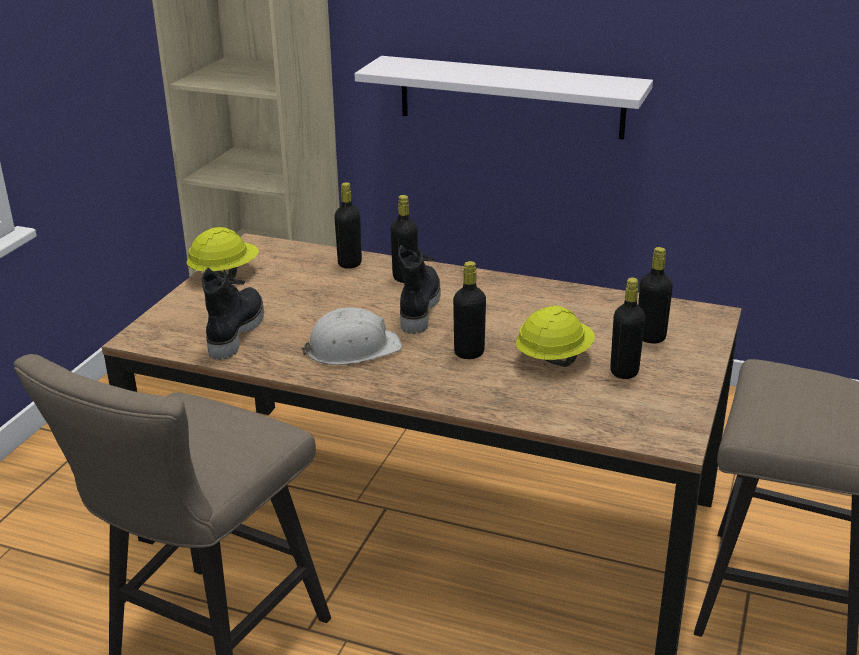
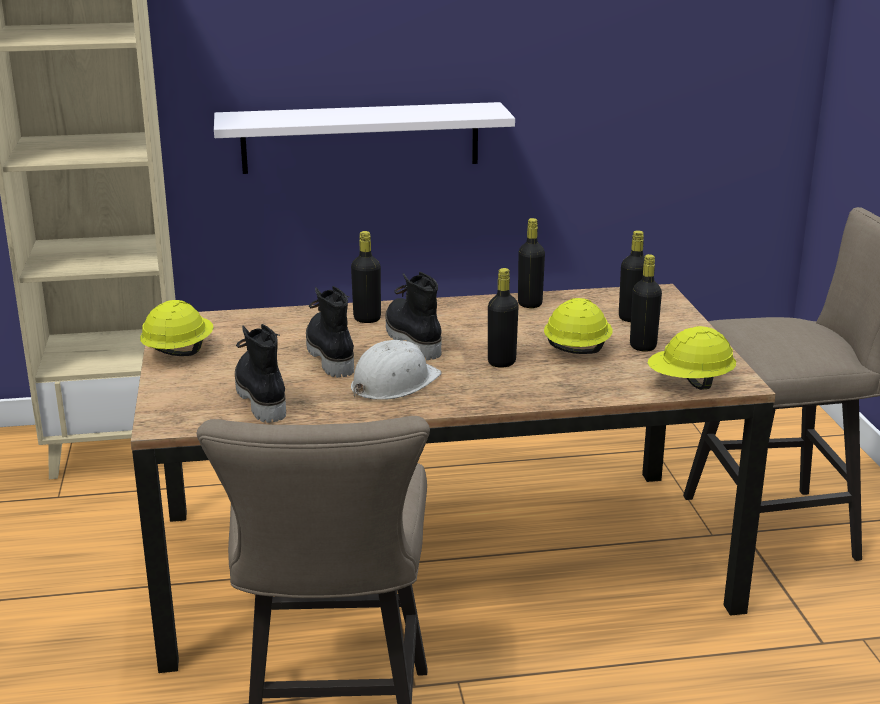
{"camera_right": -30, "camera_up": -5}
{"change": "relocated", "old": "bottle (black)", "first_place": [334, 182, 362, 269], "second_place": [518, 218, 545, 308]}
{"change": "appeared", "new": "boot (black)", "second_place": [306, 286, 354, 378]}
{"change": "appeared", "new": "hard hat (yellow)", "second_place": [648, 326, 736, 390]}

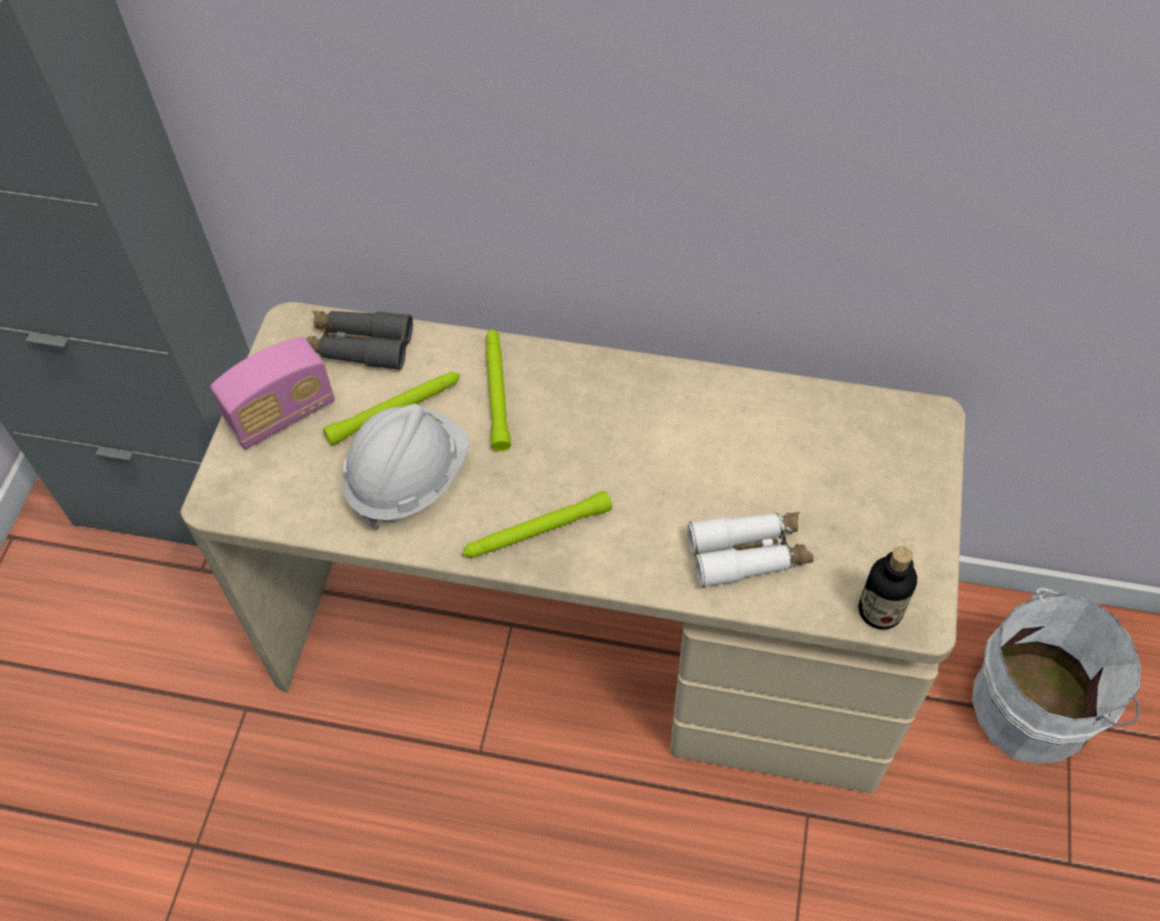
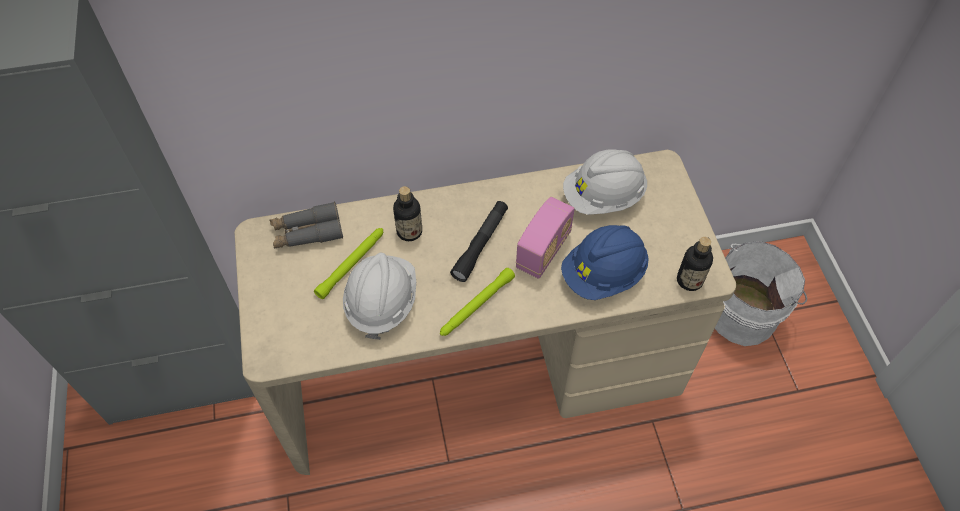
{"camera_right": -25, "camera_up": 0}
{"change": "relocated", "old": "radio", "first_place": [210, 337, 335, 449], "second_place": [516, 197, 575, 279]}
{"change": "exchanged", "old": "flashlight (green)", "new": "bottle", "first_place": [486, 329, 511, 452], "second_place": [393, 186, 422, 241]}
{"change": "exchanged", "old": "binoculars (white)", "new": "hard hat (blue)", "first_place": [687, 512, 814, 588], "second_place": [561, 225, 649, 300]}
{"change": "appeared", "new": "flashlight (black)", "second_place": [450, 201, 508, 282]}
{"change": "appeared", "new": "hard hat (white)", "second_place": [563, 149, 647, 215]}

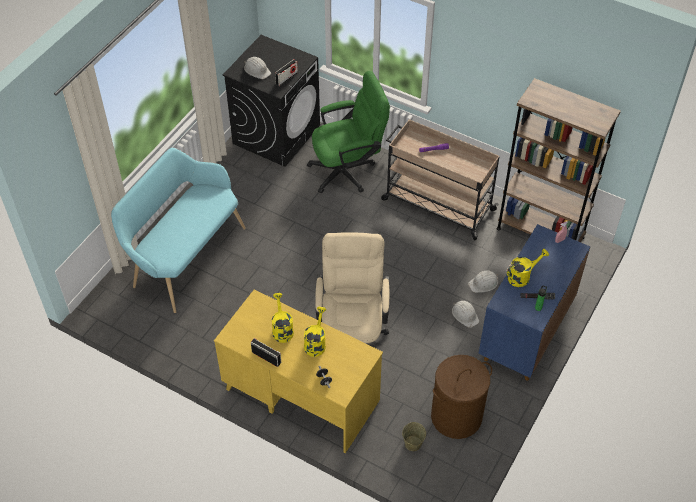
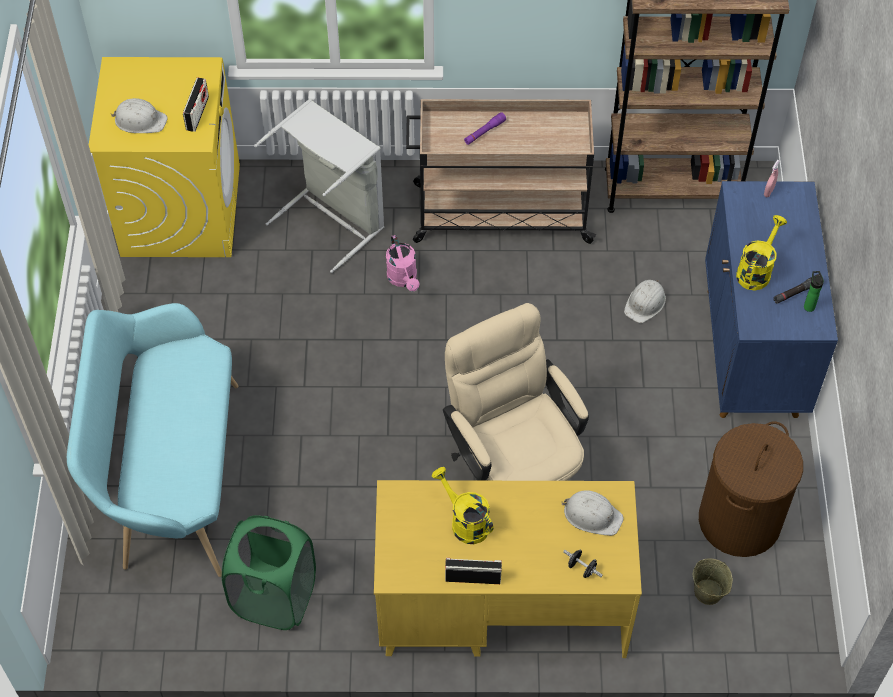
{"camera_right": -30, "camera_up": 5}
{"change": "colour", "old": "washing machine (black)", "new": "washing machine (yellow)", "first_place": [223, 35, 320, 167], "second_place": [89, 57, 240, 257]}
{"change": "missing", "old": "watering can (yellow)", "first_place": [304, 307, 326, 357]}
{"change": "exchanged", "old": "office chair (green)", "new": "laundry basket (grey)", "first_place": [307, 71, 390, 193], "second_place": [254, 99, 384, 273]}
{"change": "relocated", "old": "hard hat (white)", "first_place": [452, 301, 479, 328], "second_place": [562, 490, 624, 536]}
{"change": "appeared", "new": "laundry basket (green)", "second_place": [222, 515, 316, 630]}
{"change": "appeared", "new": "watering can (pink)", "second_place": [386, 235, 419, 291]}

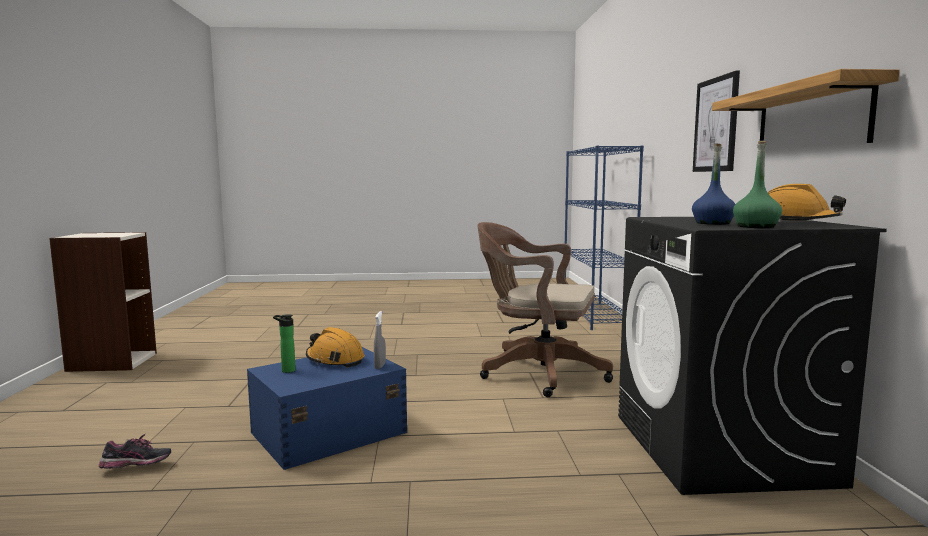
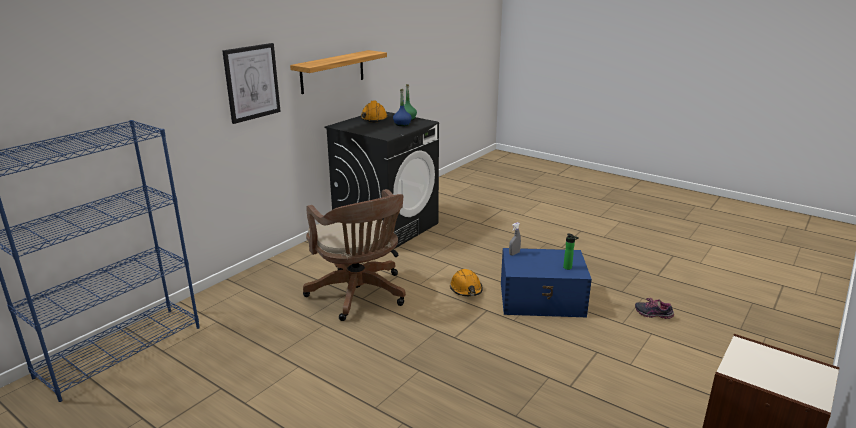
{"camera_right": -140, "camera_up": 15}
{"change": "relocated", "old": "hard hat (orange)", "first_place": [306, 327, 364, 368], "second_place": [450, 269, 483, 296]}

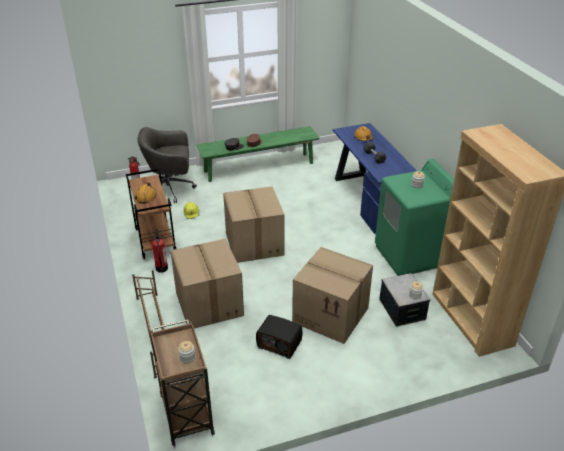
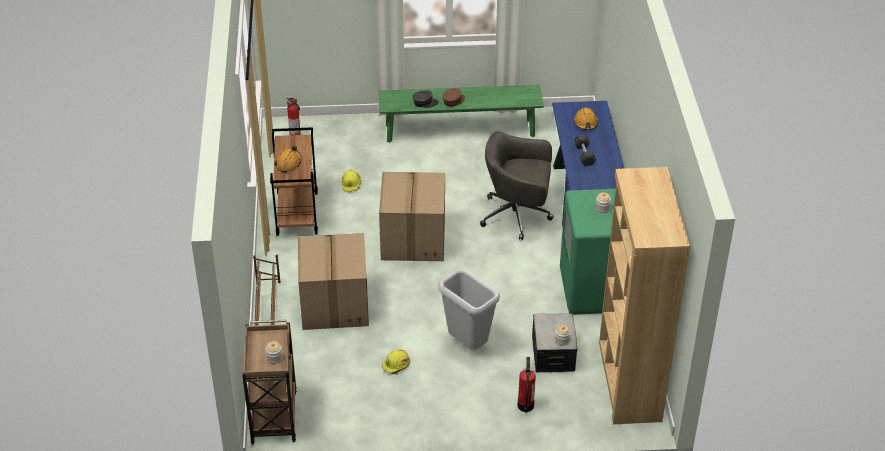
{"camera_right": 15, "camera_up": 5}
{"change": "relocated", "old": "office chair (grey)", "first_place": [137, 127, 197, 203], "second_place": [480, 131, 554, 240]}
{"change": "relocated", "old": "fire extinguisher", "first_place": [152, 229, 168, 273], "second_place": [518, 357, 536, 413]}
{"change": "exchanged", "old": "radio", "new": "hard hat (yellow)", "first_place": [256, 315, 303, 359], "second_place": [382, 349, 410, 375]}
{"change": "exchanged", "old": "cardboard box", "new": "trash can (grey)", "first_place": [292, 247, 373, 344], "second_place": [438, 268, 500, 350]}

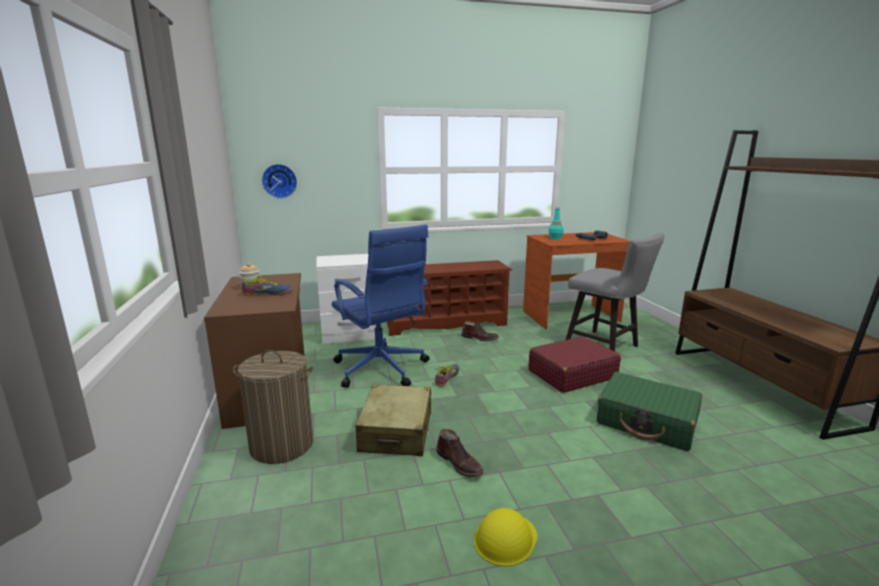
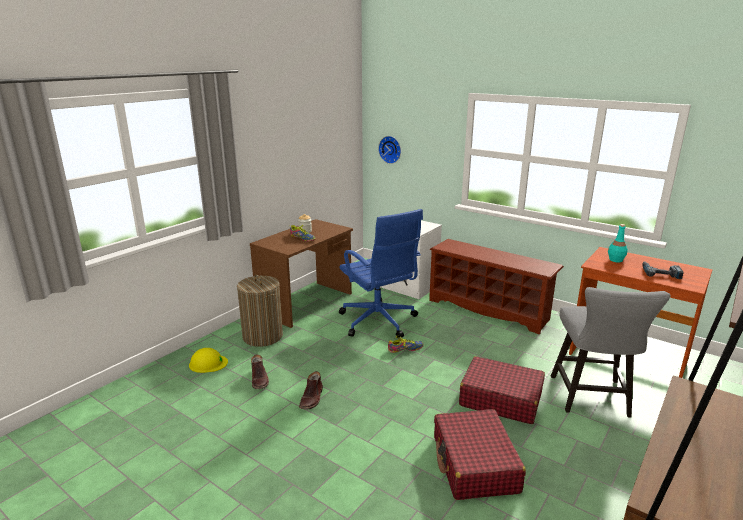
{"camera_right": 50, "camera_up": 5}
{"change": "spun", "old": "office chair (blue)", "first_place": [332, 225, 430, 388], "second_place": [339, 209, 423, 338], "degrees": -45}
{"change": "missing", "old": "suitcase (beige)", "first_place": [356, 384, 431, 456]}
{"change": "relocated", "old": "boot (brown)", "first_place": [461, 321, 499, 341], "second_place": [251, 355, 269, 389]}
{"change": "relocated", "old": "hard hat (yellow)", "first_place": [474, 508, 537, 566], "second_place": [189, 348, 228, 373]}
{"change": "colour", "old": "suitcase (green)", "new": "suitcase (red)", "first_place": [597, 372, 702, 451], "second_place": [434, 409, 526, 500]}

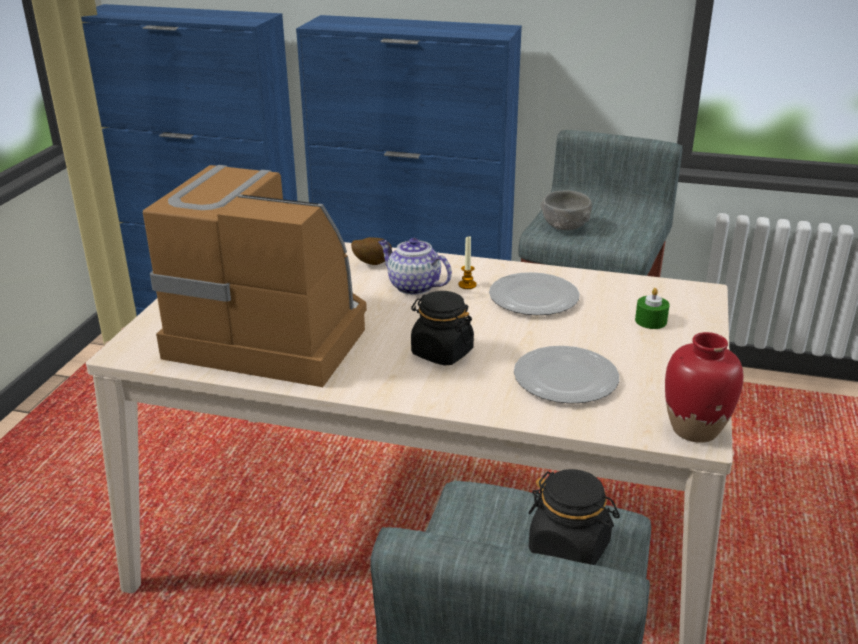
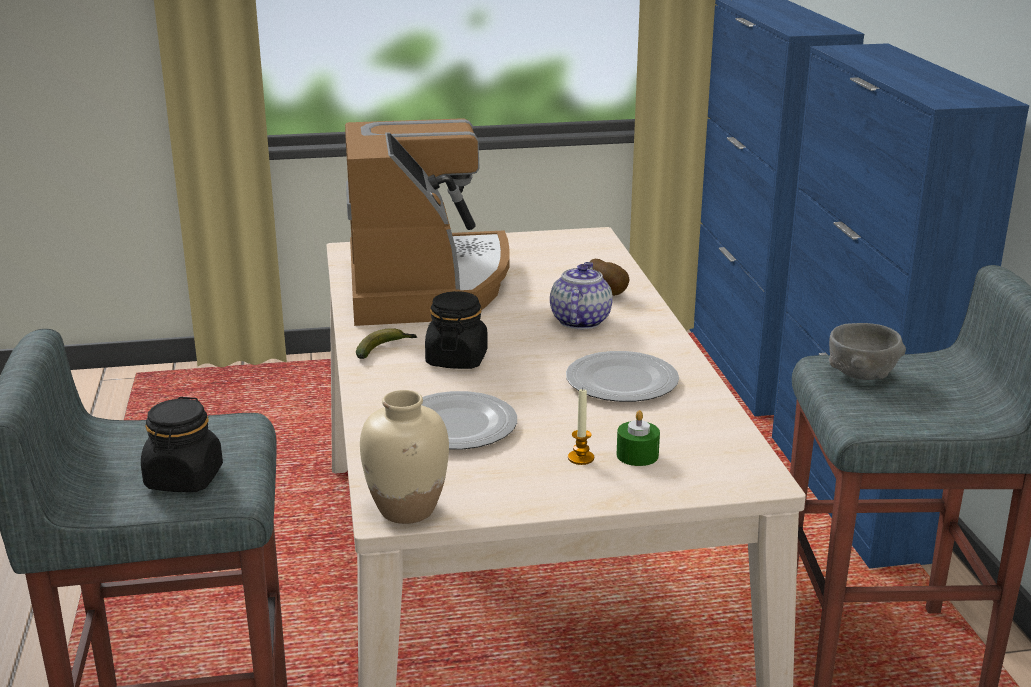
{"camera_right": 65, "camera_up": -5}
{"change": "relocated", "old": "candle", "first_place": [458, 236, 477, 289], "second_place": [568, 389, 594, 465]}
{"change": "colour", "old": "vase (red)", "new": "vase (beige)", "first_place": [665, 332, 743, 443], "second_place": [360, 390, 449, 524]}
{"change": "appeared", "new": "banana", "second_place": [356, 328, 417, 359]}

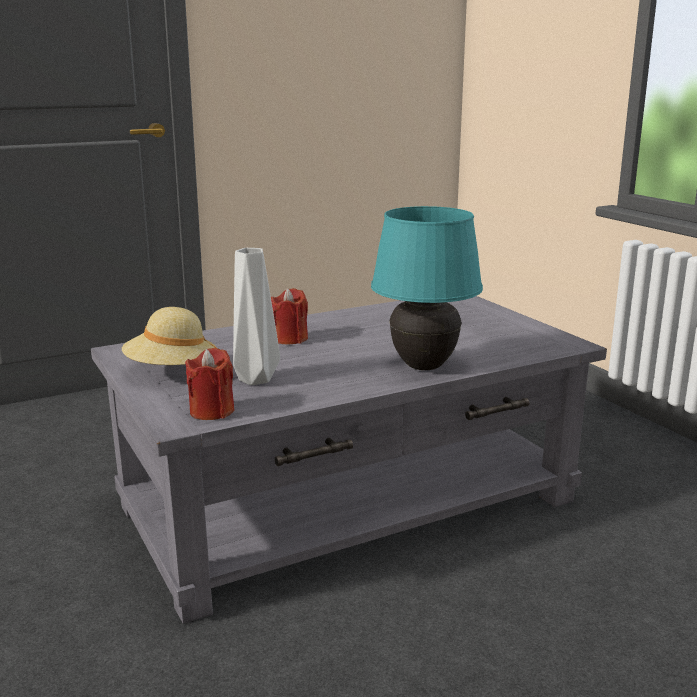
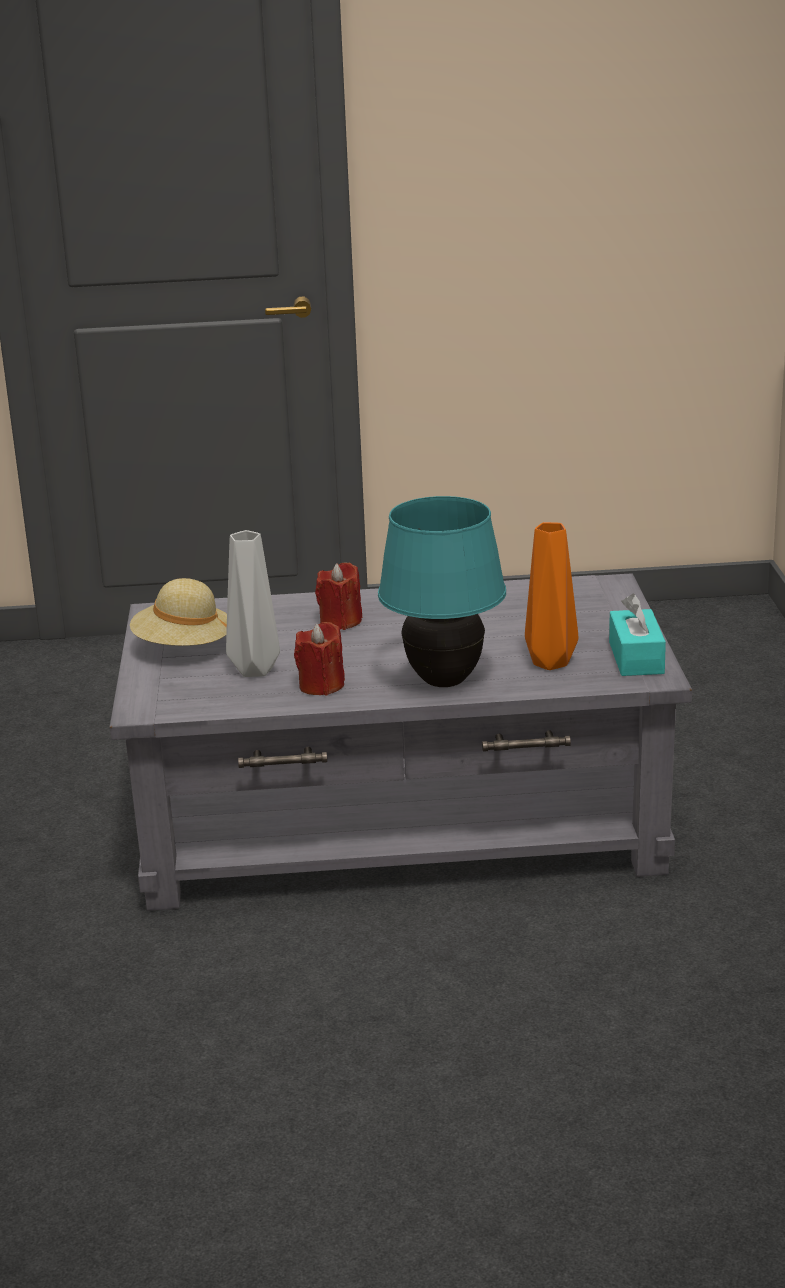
{"camera_right": 25, "camera_up": 5}
{"change": "relocated", "old": "candle (red)", "first_place": [185, 348, 235, 420], "second_place": [294, 622, 345, 695]}
{"change": "appeared", "new": "vase (orange)", "second_place": [525, 522, 578, 670]}
{"change": "appeared", "new": "tissue box (turquoise)", "second_place": [609, 594, 666, 676]}

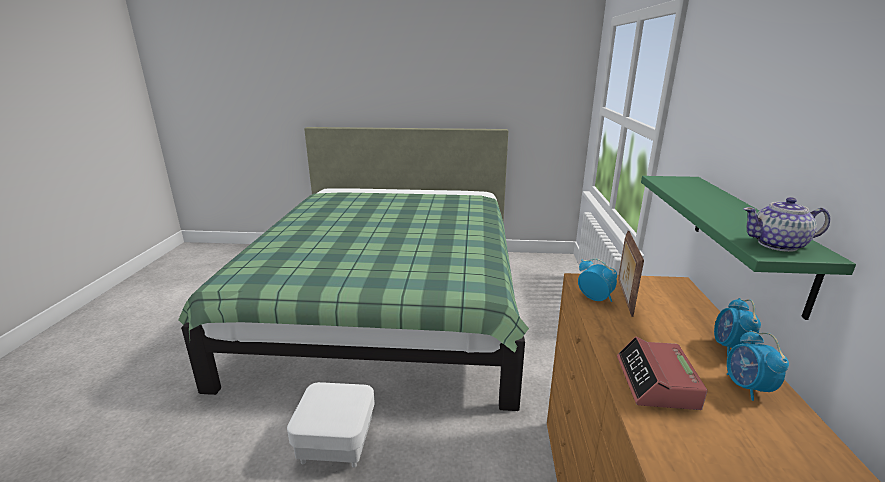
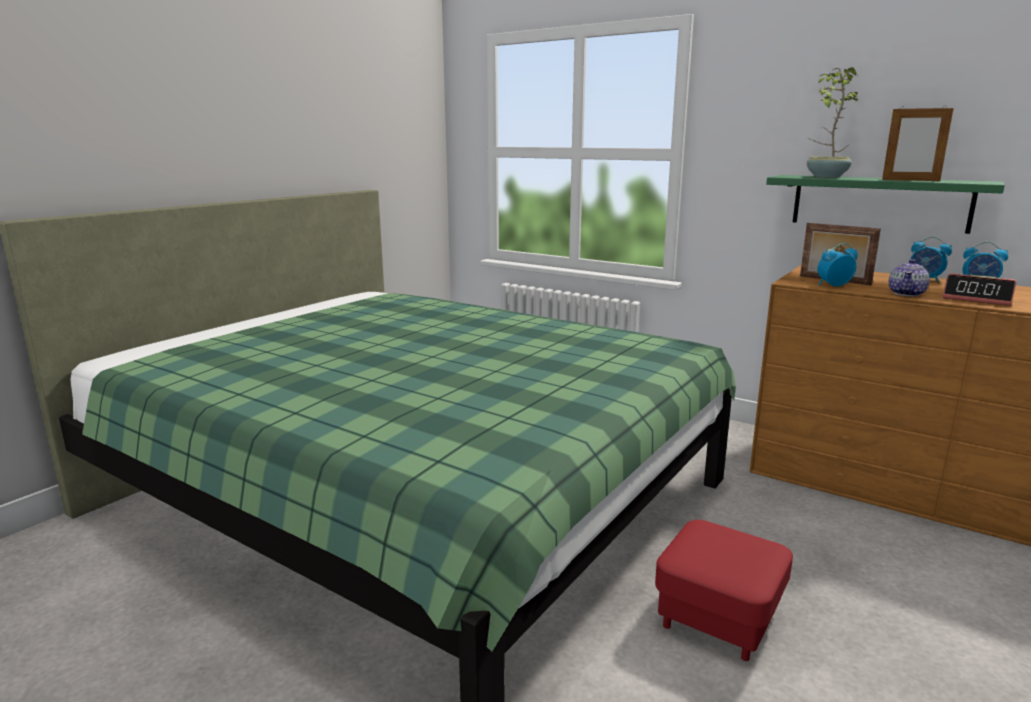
{"camera_right": -60, "camera_up": -5}
{"change": "colour", "old": "ottoman (white)", "new": "ottoman (red)", "first_place": [287, 382, 375, 468], "second_place": [655, 520, 793, 661]}
{"change": "relocated", "old": "teapot", "first_place": [743, 197, 830, 252], "second_place": [889, 259, 930, 296]}
{"change": "appeared", "new": "potted plant", "second_place": [807, 67, 861, 178]}
{"change": "appeared", "new": "picture frame", "second_place": [882, 106, 954, 181]}

